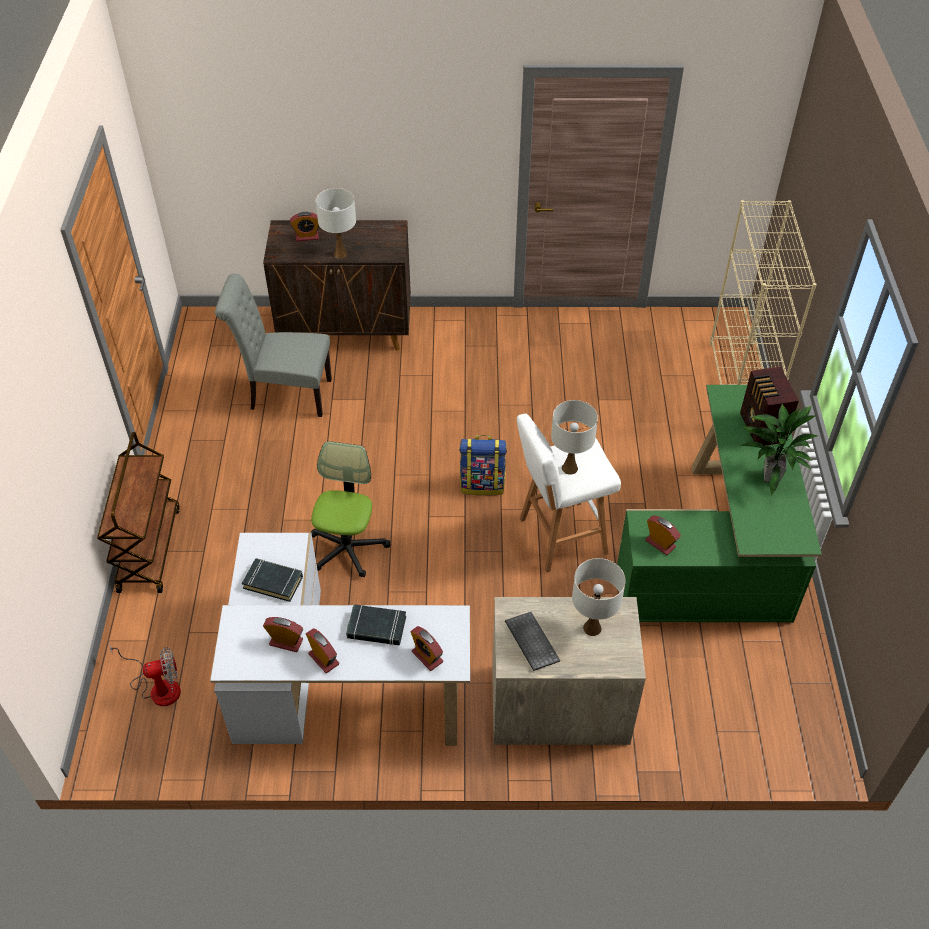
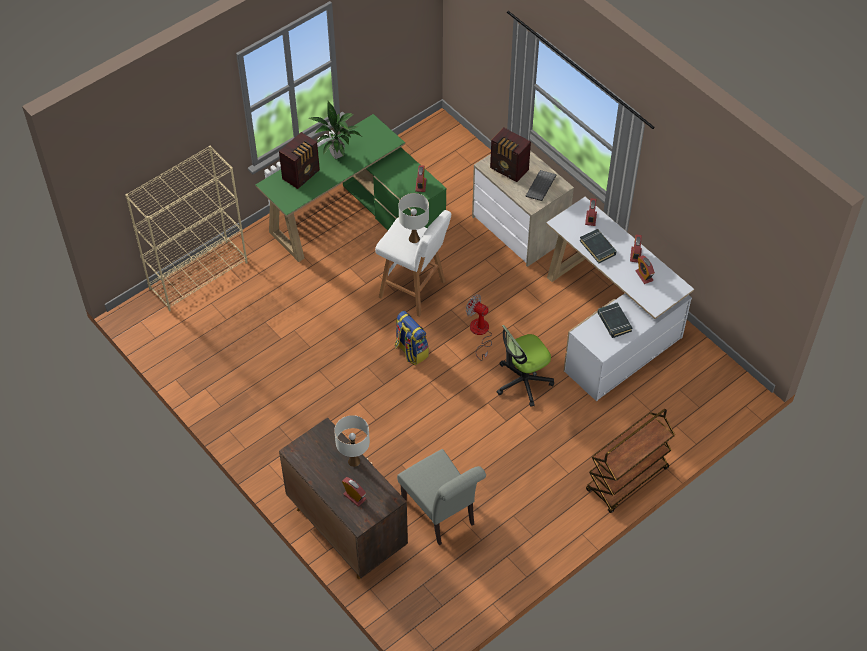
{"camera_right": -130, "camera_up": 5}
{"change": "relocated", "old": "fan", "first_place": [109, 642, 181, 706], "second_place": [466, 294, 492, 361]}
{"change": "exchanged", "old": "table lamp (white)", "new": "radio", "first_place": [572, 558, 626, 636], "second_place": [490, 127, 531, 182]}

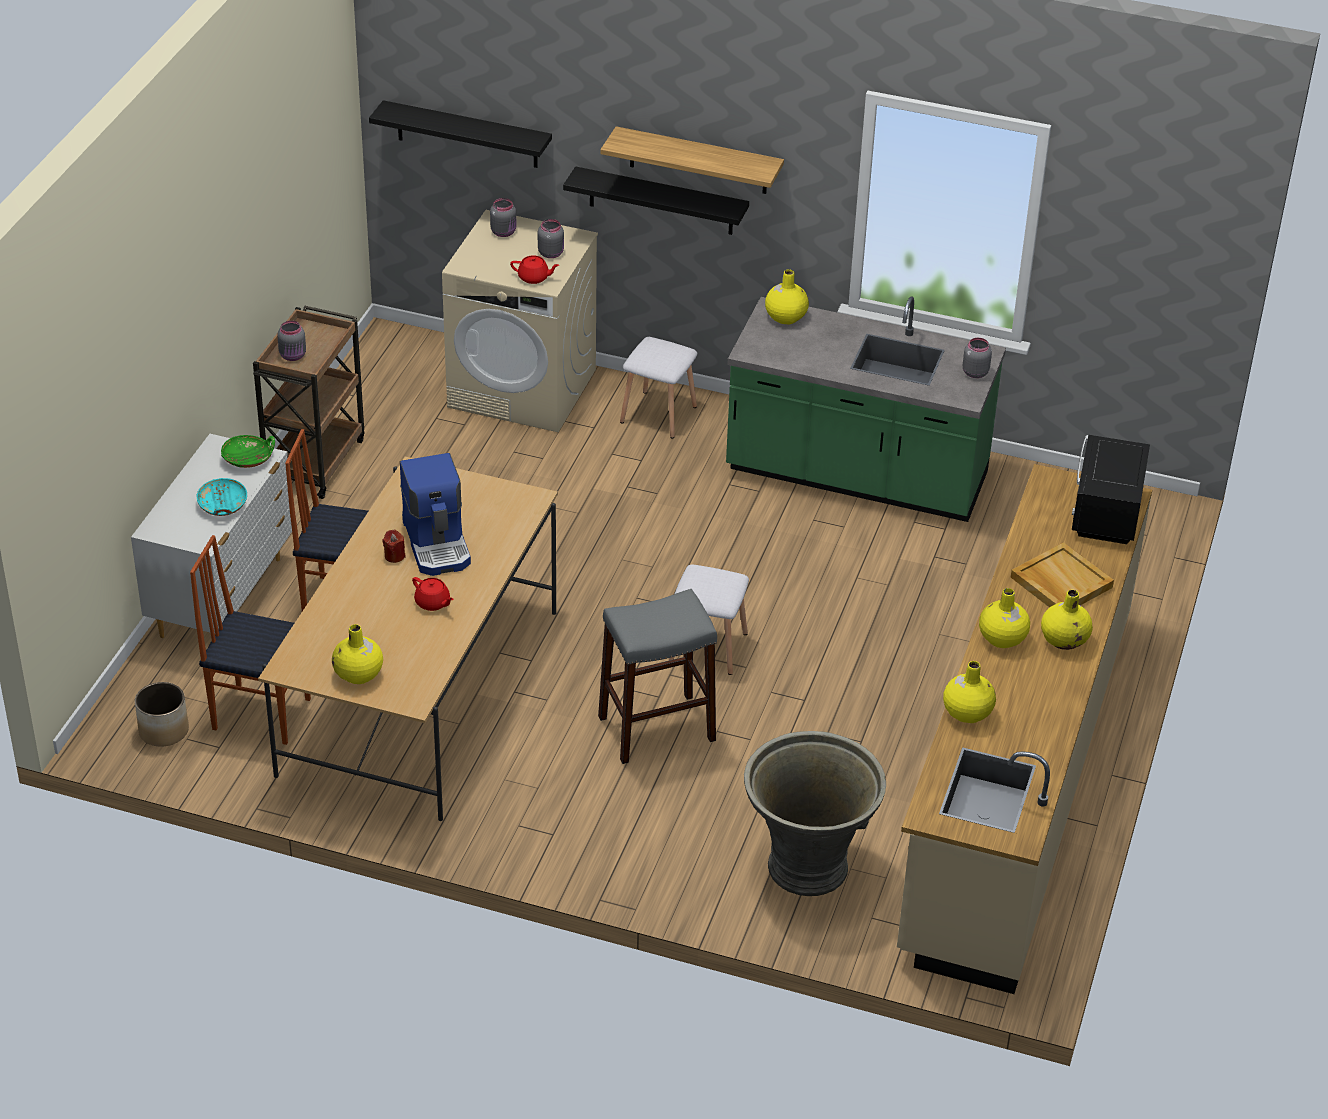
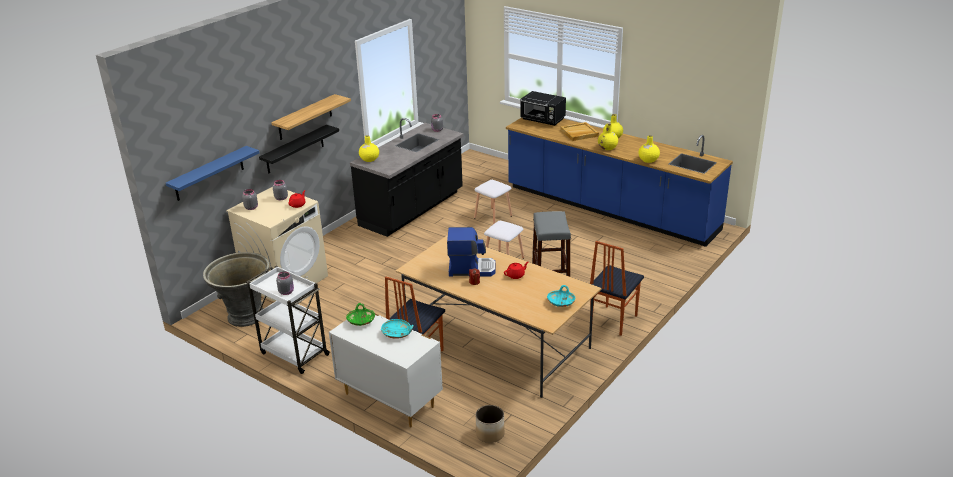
{"camera_right": -70, "camera_up": -10}
{"change": "relocated", "old": "chair", "first_place": [190, 535, 311, 745], "second_place": [590, 241, 644, 336]}
{"change": "colour", "old": "cart (brown)", "new": "cart (white)", "first_place": [253, 306, 365, 499], "second_place": [246, 266, 330, 374]}
{"change": "exchanged", "old": "vase (yellow)", "new": "bowl (turquoise)", "first_place": [332, 624, 383, 684], "second_place": [547, 285, 575, 307]}
{"change": "colour", "old": "shelf (black)", "new": "shelf (blue)", "first_place": [369, 100, 552, 168], "second_place": [166, 146, 260, 201]}
{"change": "relocated", "old": "stool (white)", "first_place": [620, 337, 697, 438], "second_place": [474, 180, 512, 224]}
{"change": "colour", "old": "counter (green)", "new": "counter (black)", "first_place": [726, 296, 1006, 522], "second_place": [350, 118, 464, 237]}
{"change": "relocated", "old": "planter (grey)", "first_place": [744, 731, 886, 896], "second_place": [203, 252, 269, 327]}
{"change": "colour", "old": "counter (beige)", "new": "counter (blue)", "first_place": [897, 464, 1152, 994], "second_place": [506, 118, 733, 247]}

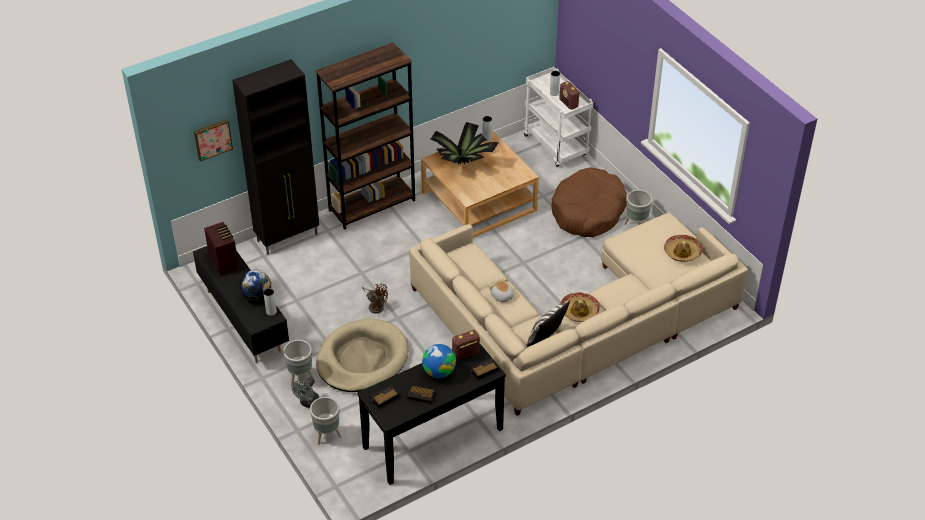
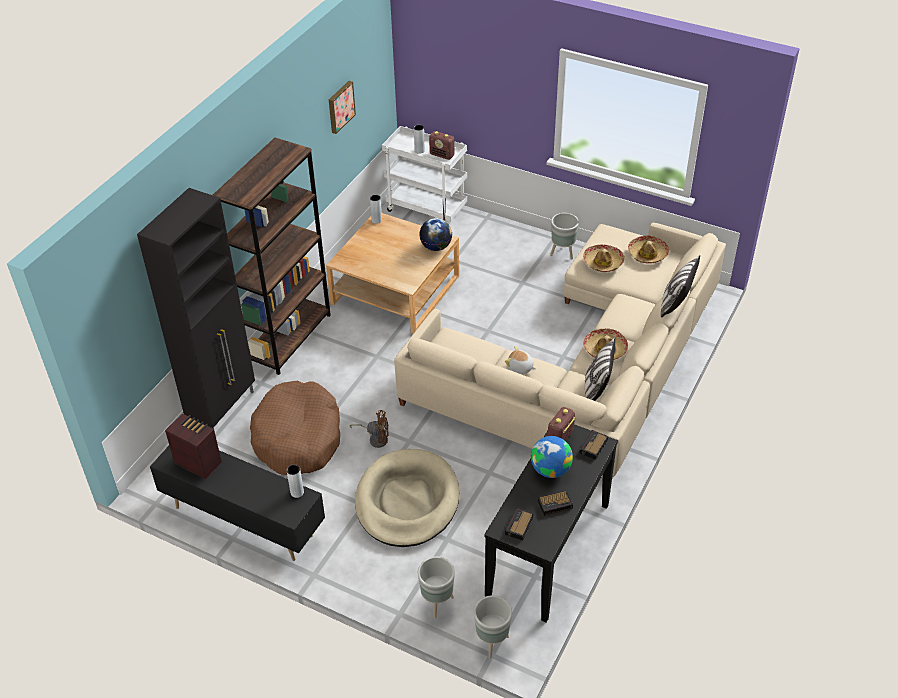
{"camera_right": -30, "camera_up": 0}
{"change": "relocated", "old": "picture", "first_place": [194, 119, 233, 162], "second_place": [329, 81, 356, 134]}
{"change": "relocated", "old": "globe", "first_place": [239, 270, 271, 301], "second_place": [419, 218, 452, 251]}
{"change": "relocated", "old": "planter (grey)", "first_place": [283, 340, 313, 386], "second_place": [474, 595, 512, 658]}
{"change": "missing", "old": "fan (grey)", "first_place": [292, 377, 319, 408]}
{"change": "missing", "old": "potted plant", "first_place": [431, 122, 499, 165]}
{"change": "relocated", "old": "dog bed (brown)", "first_place": [551, 167, 627, 237], "second_place": [250, 381, 340, 475]}
{"change": "appeared", "new": "hat", "second_place": [583, 244, 625, 272]}
{"change": "appeared", "new": "pillow", "second_place": [661, 255, 700, 317]}

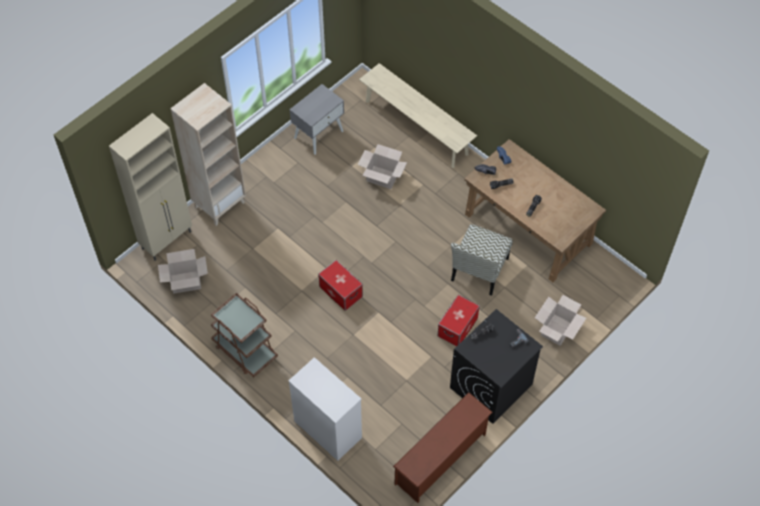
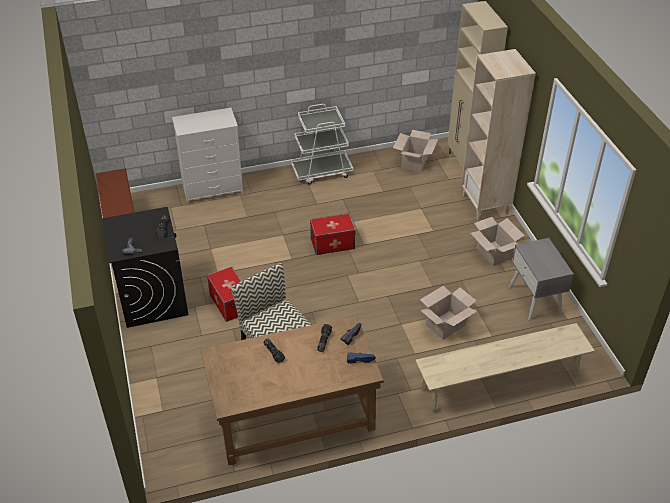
{"camera_right": 120, "camera_up": -15}
{"change": "colour", "old": "cart (brown)", "new": "cart (white)", "first_place": [211, 293, 278, 377], "second_place": [291, 104, 353, 185]}
{"change": "relocated", "old": "cardboard box", "first_place": [535, 295, 586, 346], "second_place": [470, 217, 525, 266]}

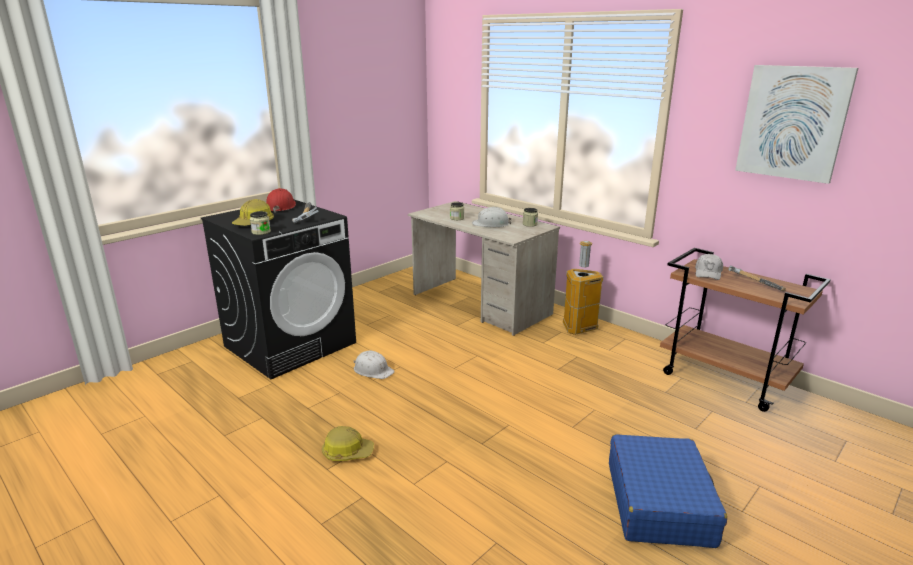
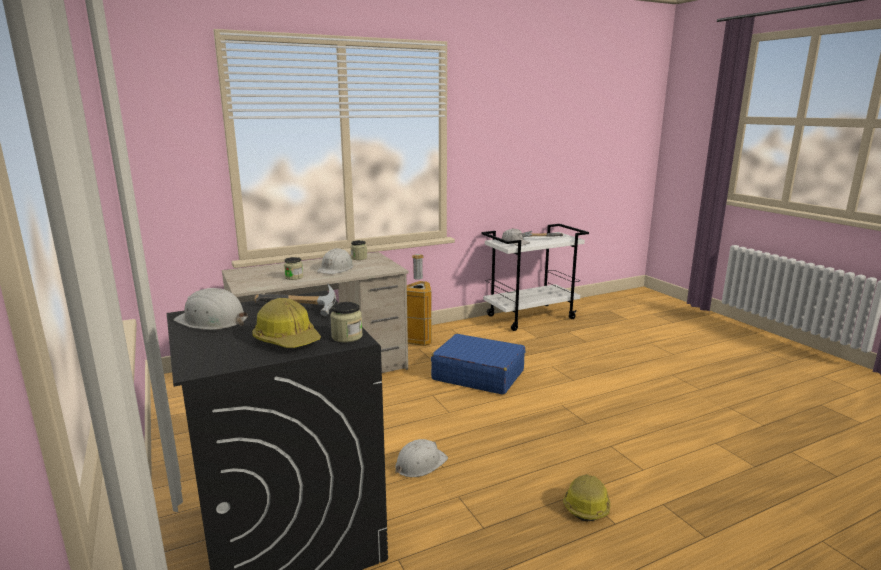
{"camera_right": -70, "camera_up": -5}
{"change": "colour", "old": "hard hat (red)", "new": "hard hat (white)", "first_place": [266, 188, 296, 213], "second_place": [174, 288, 248, 330]}
{"change": "relocated", "old": "suitcase (blue)", "first_place": [609, 434, 727, 548], "second_place": [431, 334, 525, 395]}
{"change": "colour", "old": "cart (brown)", "new": "cart (white)", "first_place": [660, 248, 831, 412], "second_place": [482, 224, 589, 331]}
{"change": "missing", "old": "picture", "first_place": [735, 65, 858, 184]}

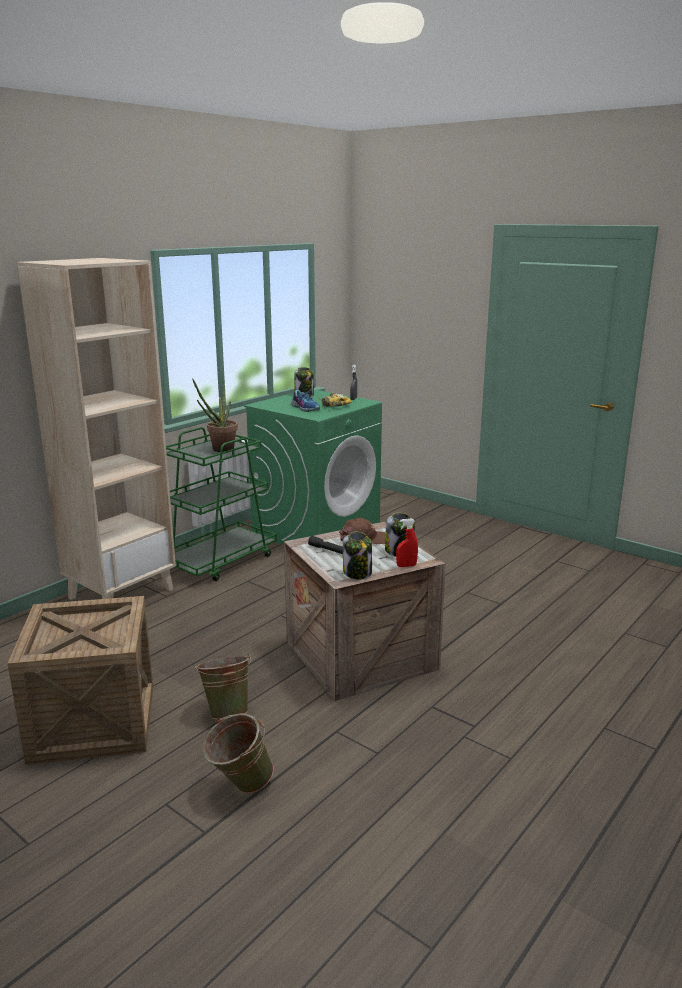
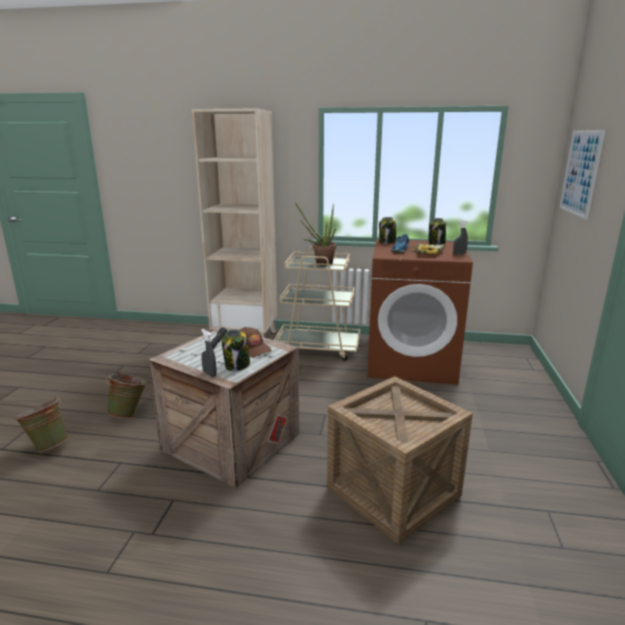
{"camera_right": 60, "camera_up": 0}
{"change": "relocated", "old": "crate", "first_place": [7, 596, 153, 765], "second_place": [327, 376, 473, 544]}
{"change": "colour", "old": "cart (green)", "new": "cart (beige)", "first_place": [166, 427, 277, 581], "second_place": [274, 245, 360, 361]}
{"change": "colour", "old": "washing machine (green)", "new": "washing machine (brown)", "first_place": [244, 390, 382, 545], "second_place": [367, 239, 473, 385]}
{"change": "relocated", "old": "jar", "first_place": [343, 532, 372, 579], "second_place": [379, 217, 396, 244]}
{"change": "colour", "old": "spray bottle (red)", "new": "spray bottle (grey)", "first_place": [396, 518, 418, 567], "second_place": [201, 329, 217, 377]}
{"change": "appeared", "new": "picture", "second_place": [560, 130, 605, 219]}

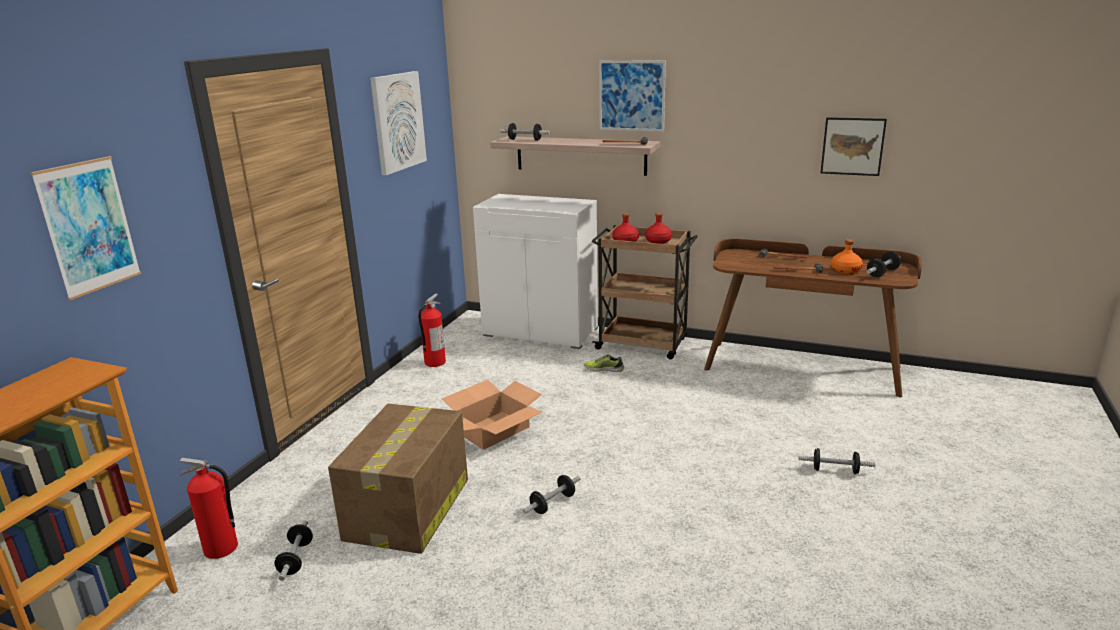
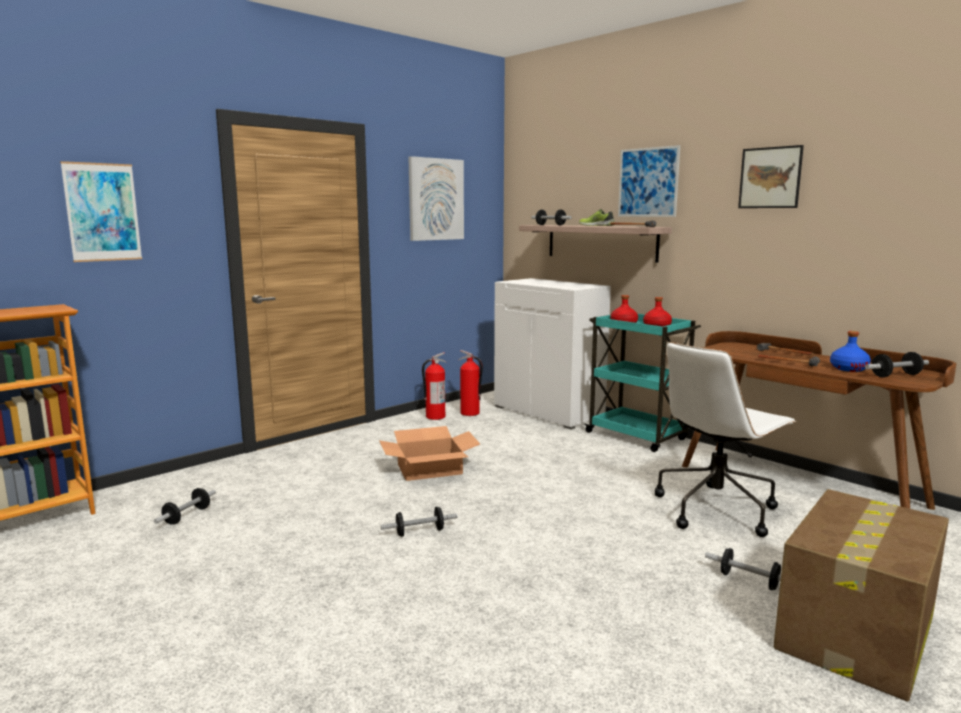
{"camera_right": 25, "camera_up": -10}
{"change": "relocated", "old": "fire extinguisher", "first_place": [180, 458, 238, 559], "second_place": [459, 350, 483, 416]}
{"change": "relocated", "old": "cardboard box", "first_place": [328, 404, 468, 554], "second_place": [773, 489, 949, 701]}
{"change": "relocated", "old": "shoe", "first_place": [584, 354, 624, 372], "second_place": [579, 209, 614, 226]}
{"change": "colour", "old": "cart (brown)", "new": "cart (turquoise)", "first_place": [592, 225, 698, 359], "second_place": [584, 314, 701, 452]}
{"change": "relocated", "old": "picture", "first_place": [821, 117, 887, 176], "second_place": [738, 145, 804, 208]}
{"change": "colour", "old": "bottle (orange)", "new": "bottle (blue)", "first_place": [831, 239, 863, 274], "second_place": [830, 331, 871, 372]}
{"change": "appeared", "new": "office chair (white)", "second_place": [655, 342, 797, 537]}

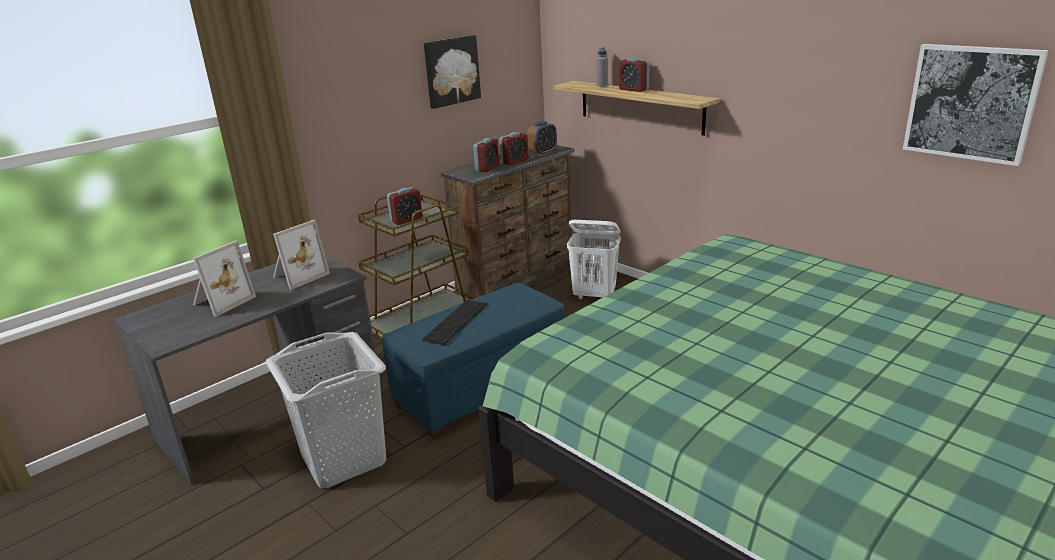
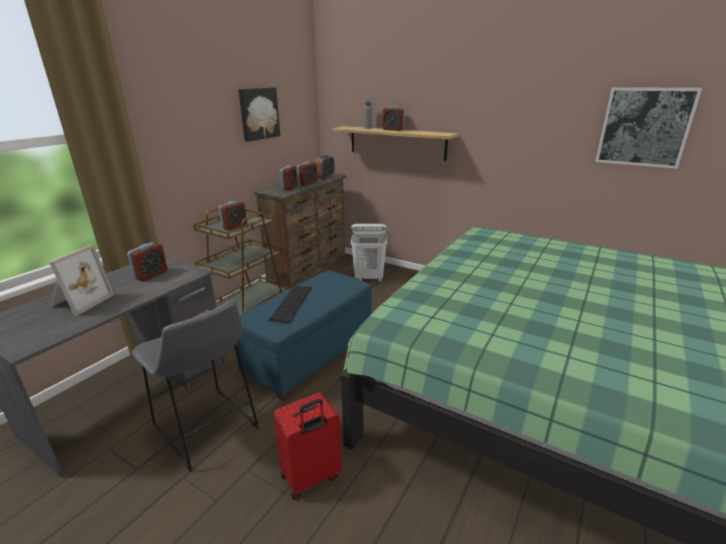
{"camera_right": -15, "camera_up": 0}
{"change": "exchanged", "old": "laundry basket (grey)", "new": "stool (grey)", "first_place": [266, 332, 386, 488], "second_place": [132, 300, 259, 471]}
{"change": "exchanged", "old": "picture frame", "new": "alarm clock", "first_place": [273, 220, 330, 290], "second_place": [127, 242, 168, 281]}
{"change": "appeared", "new": "suitcase (red)", "second_place": [273, 392, 342, 500]}

